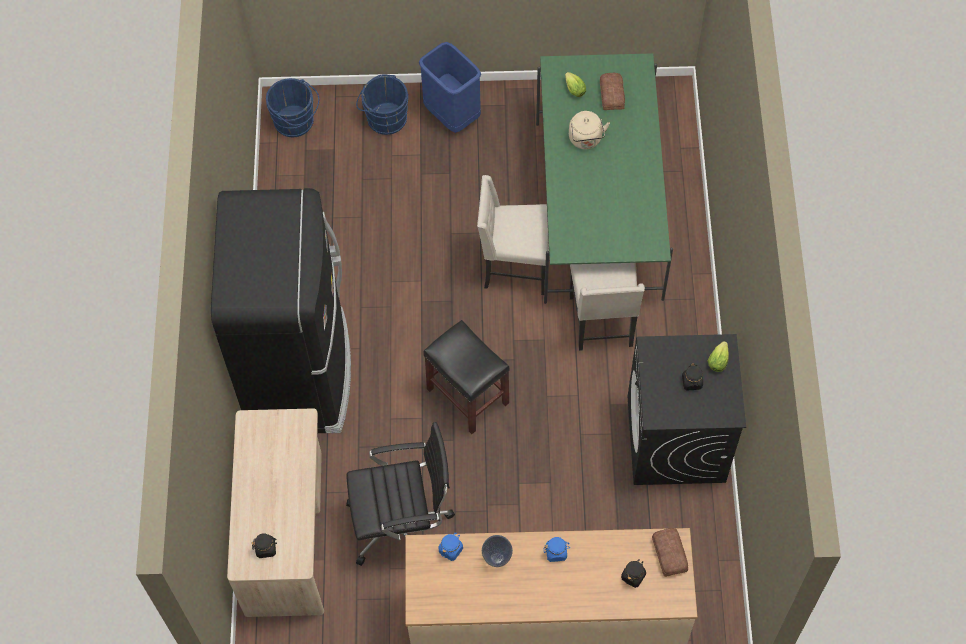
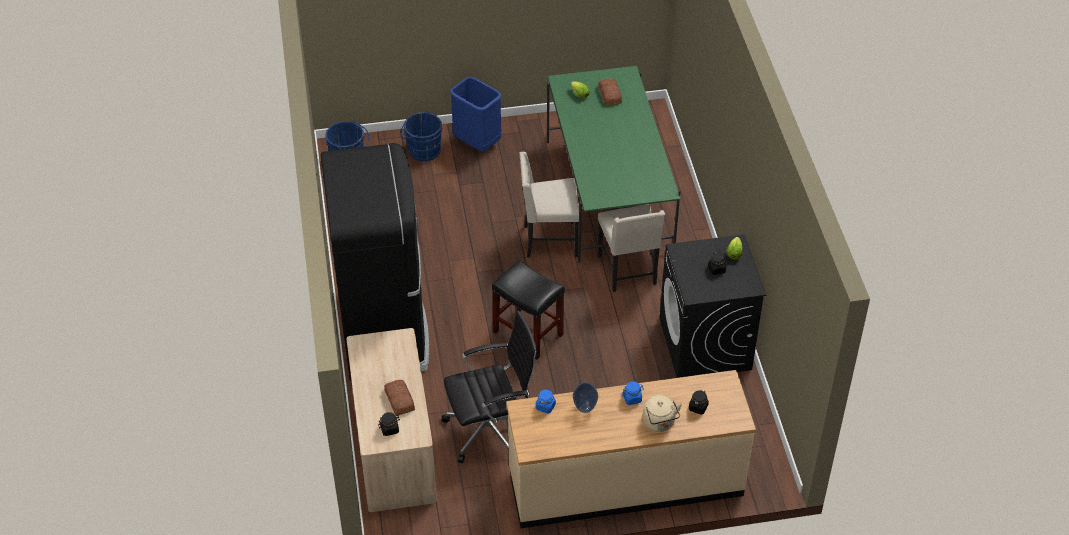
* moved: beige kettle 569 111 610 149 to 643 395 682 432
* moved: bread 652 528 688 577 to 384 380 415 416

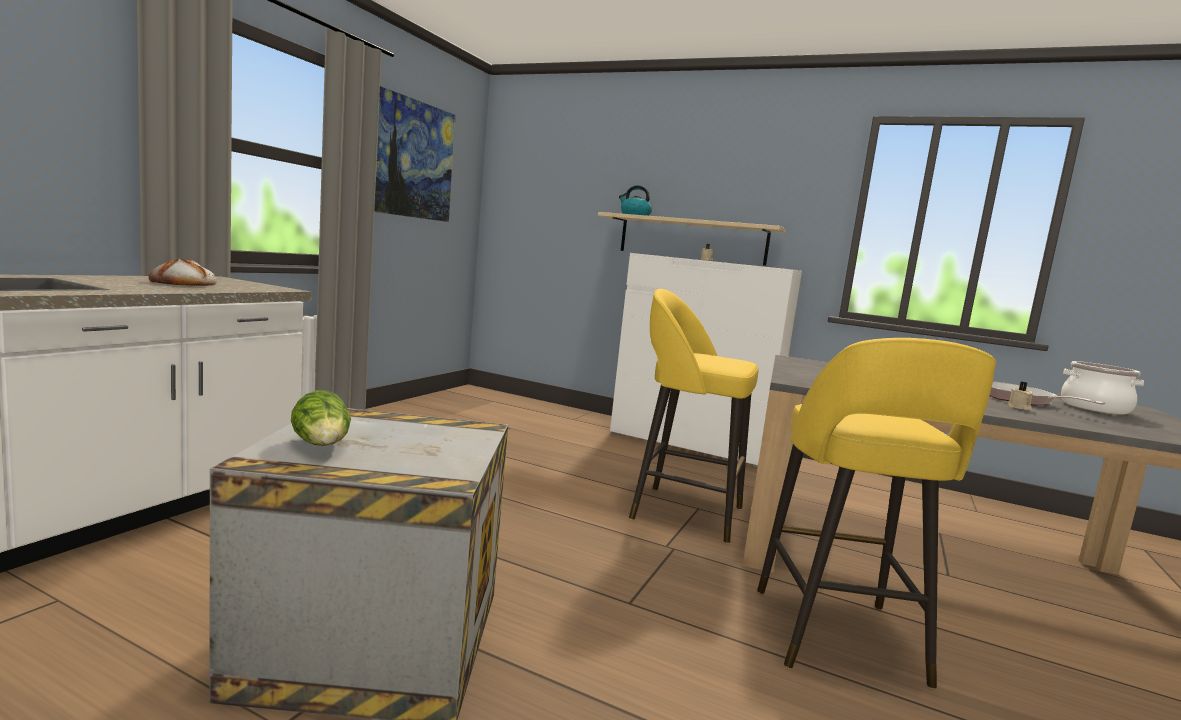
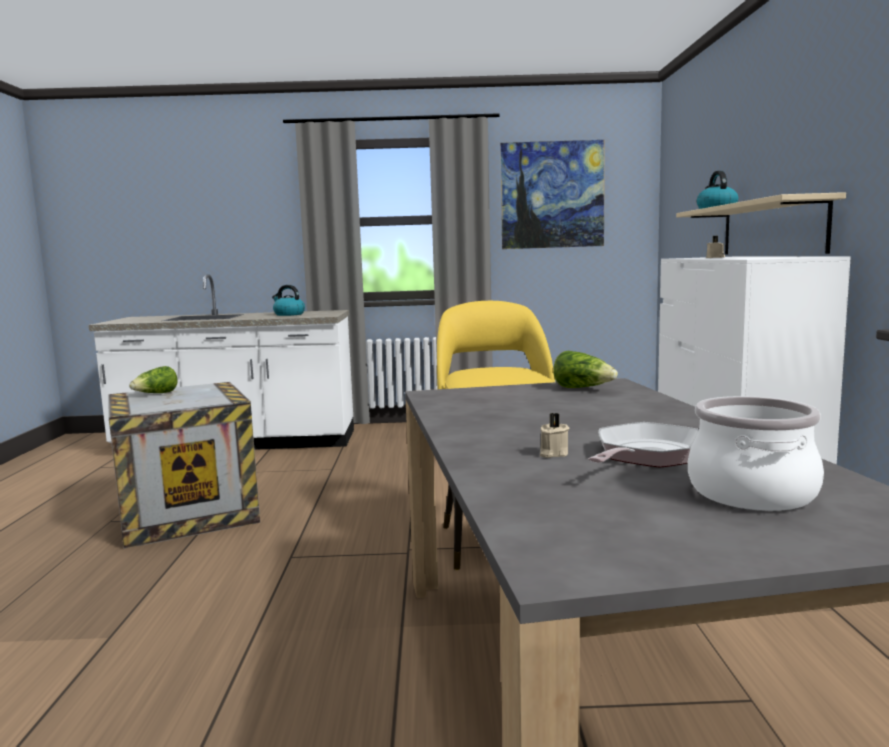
* replaced: bread 149 258 217 286 to kettle 272 285 305 316
* removed: yellow stool 757 338 996 689
* added: lettuce 553 351 618 388

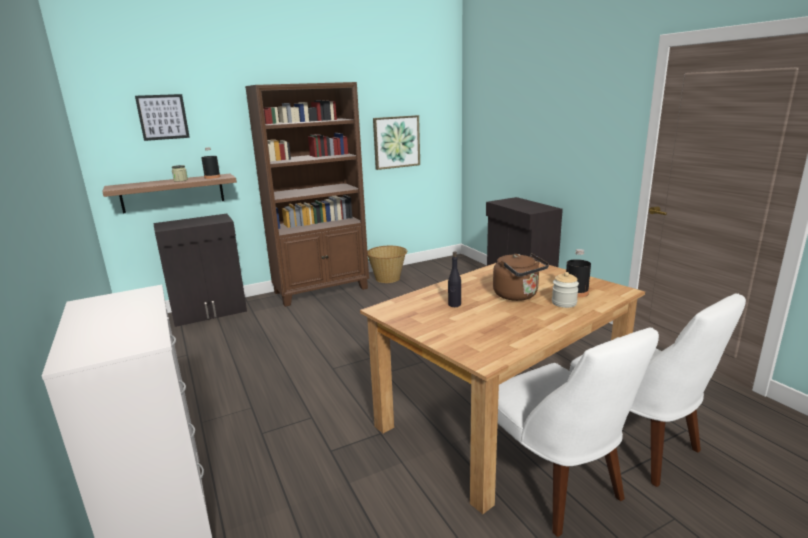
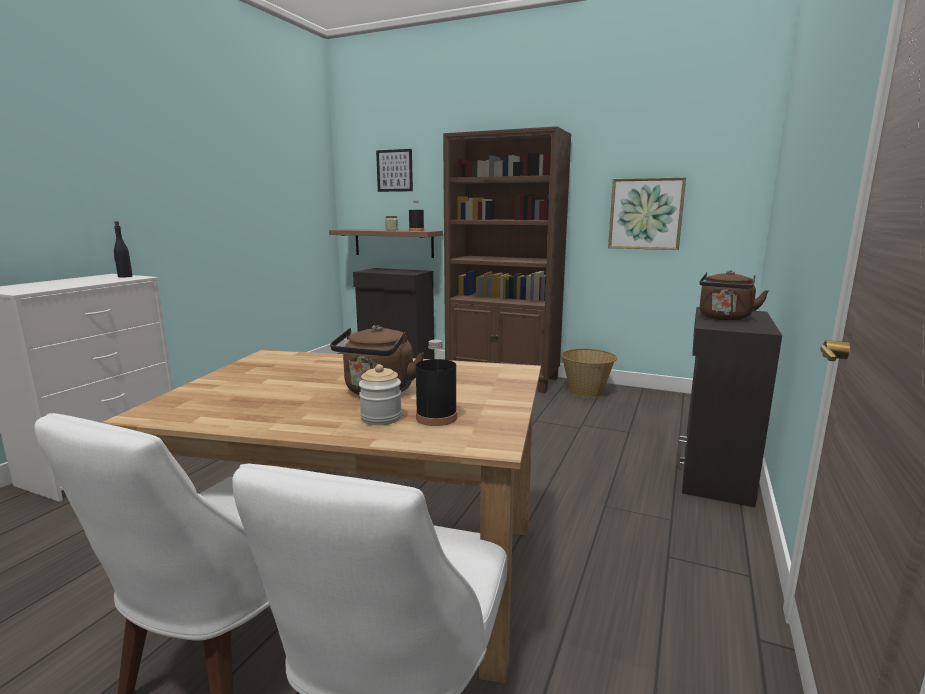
* moved: black bottle 448 252 461 307 to 114 221 133 278
* added: brown kettle 700 270 769 321

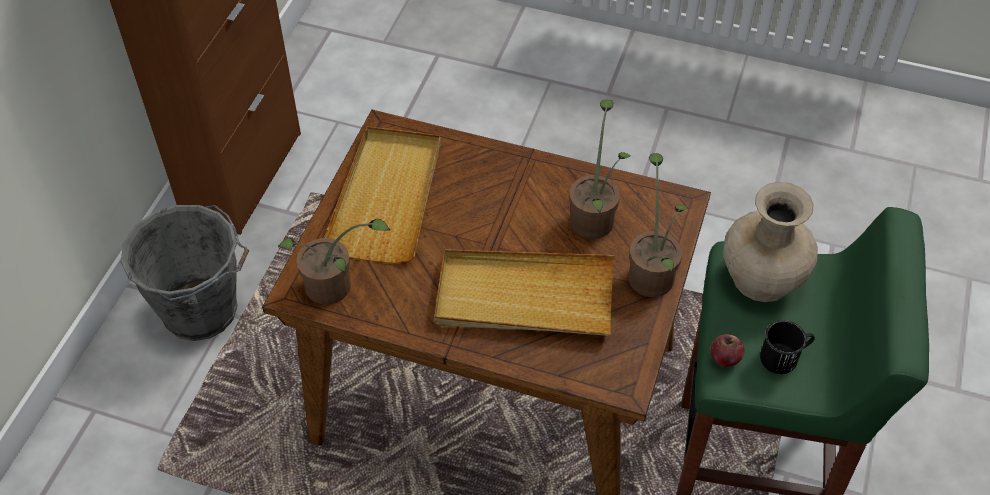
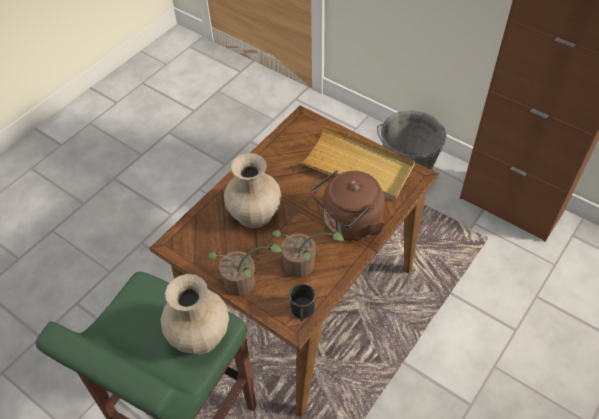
* removed: potted plant 278 219 390 305
* replaced: beige tray 435 250 614 336 to beige vase 224 153 281 228
* moved: black mug 760 320 815 374 to 289 283 316 321
* removed: apple 710 334 745 367
* added: brown kettle 311 170 386 241

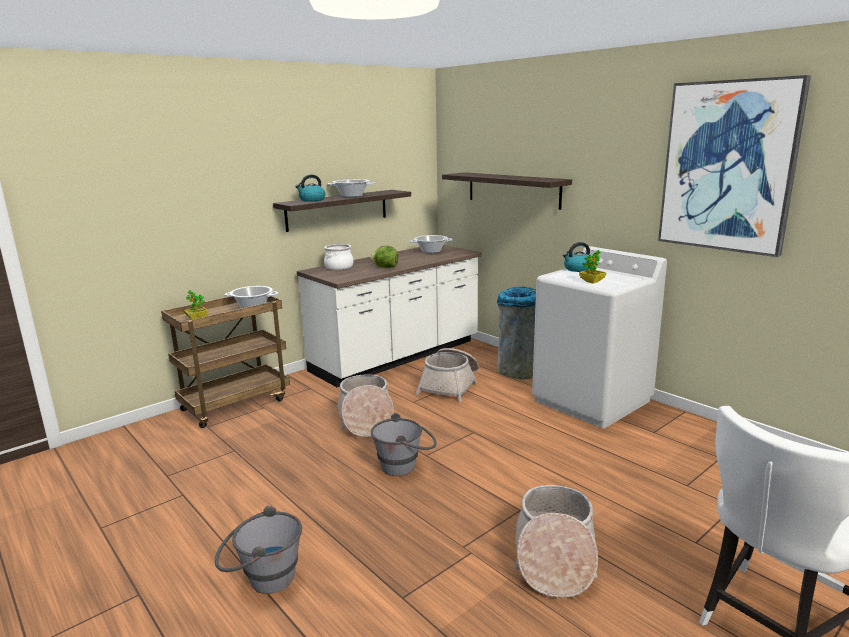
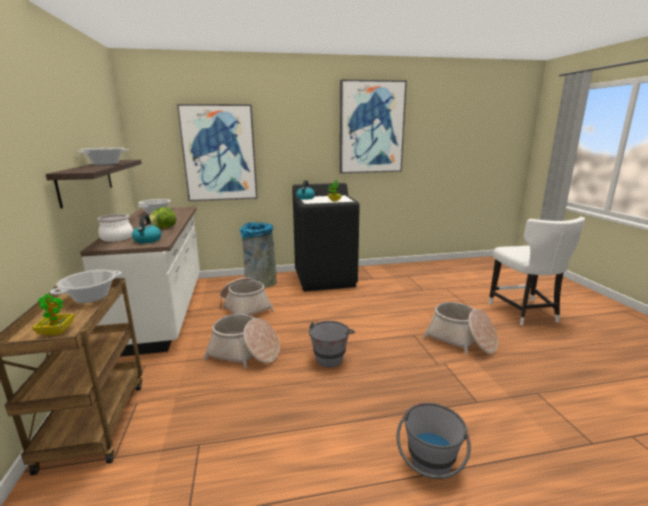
* replaced: shelf 442 172 572 210 to picture 177 104 257 201
* moved: kettle 295 175 325 201 to 132 215 162 243
* recoloured: white washing machine 532 246 667 428 to black washing machine 292 183 360 291

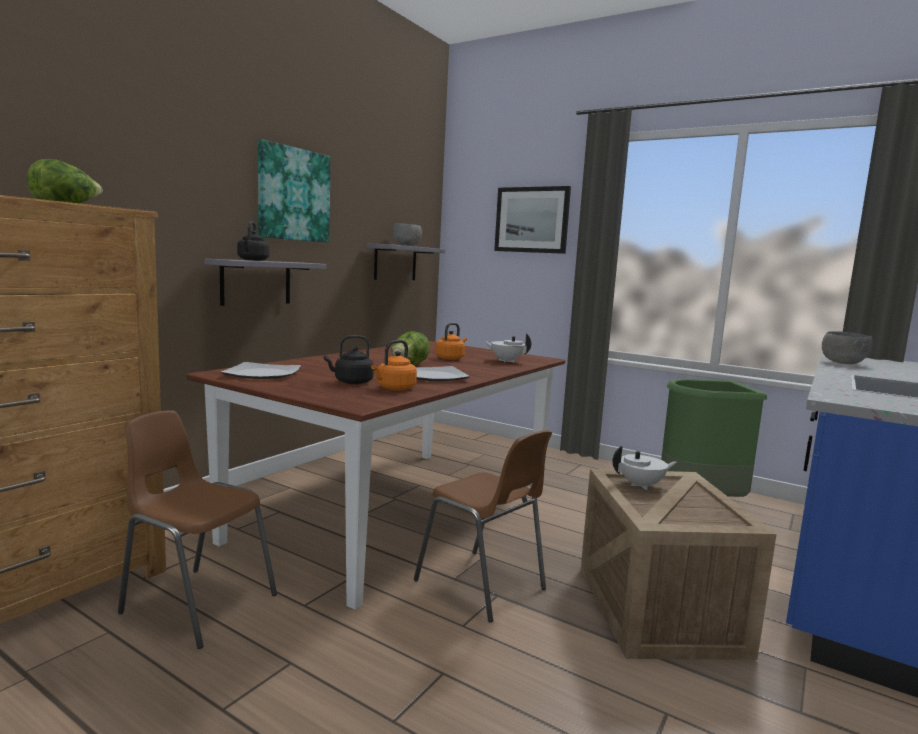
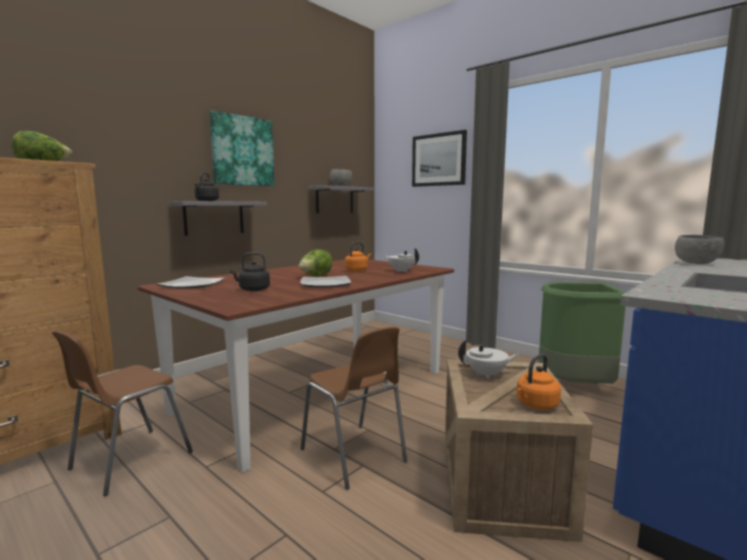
* moved: orange kettle 371 340 417 391 to 517 354 561 410
* turned: brown chair 118 410 277 649 = 52 330 193 496 90 degrees counterclockwise

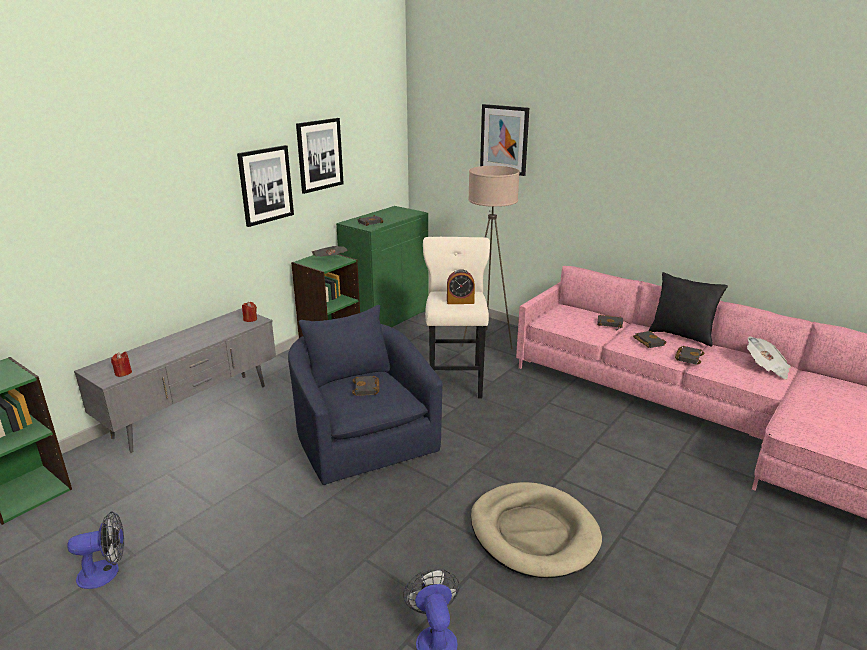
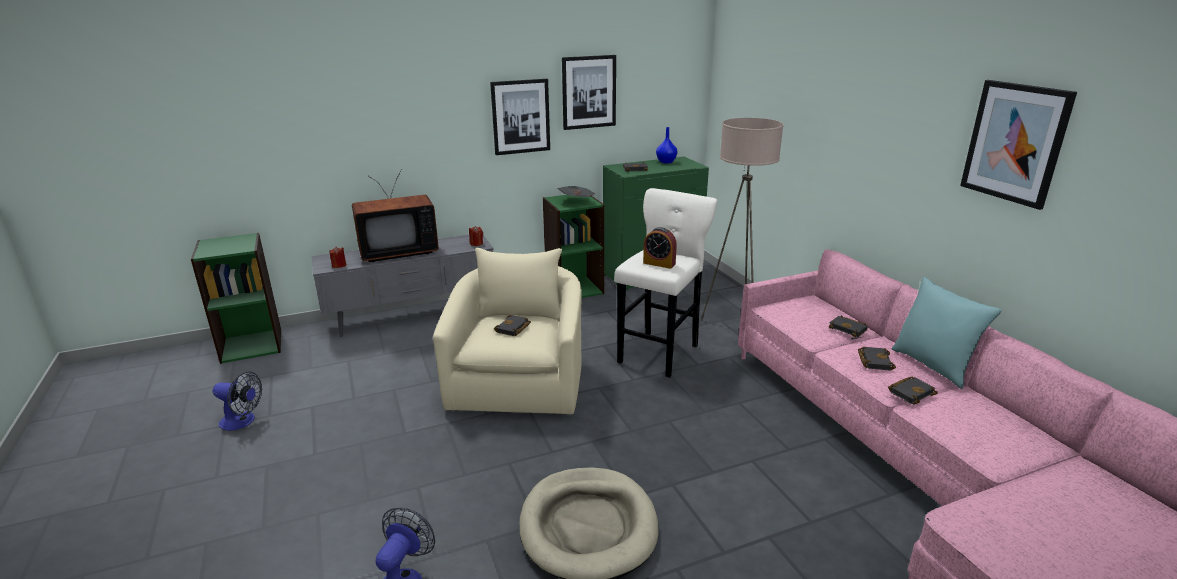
* moved: picture 480 104 529 176 to 960 80 1077 210
* recoloured: black pillow 649 272 728 347 to turquoise pillow 892 276 1002 389
* recoloured: blue armchair 288 305 443 485 to beige armchair 433 248 582 414
* removed: newspaper 747 336 791 379
* added: blue vase 656 127 678 164
* added: television 352 169 439 262

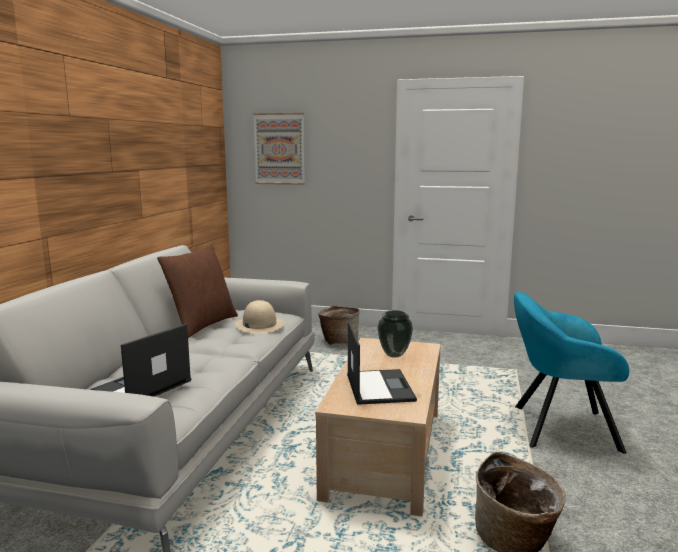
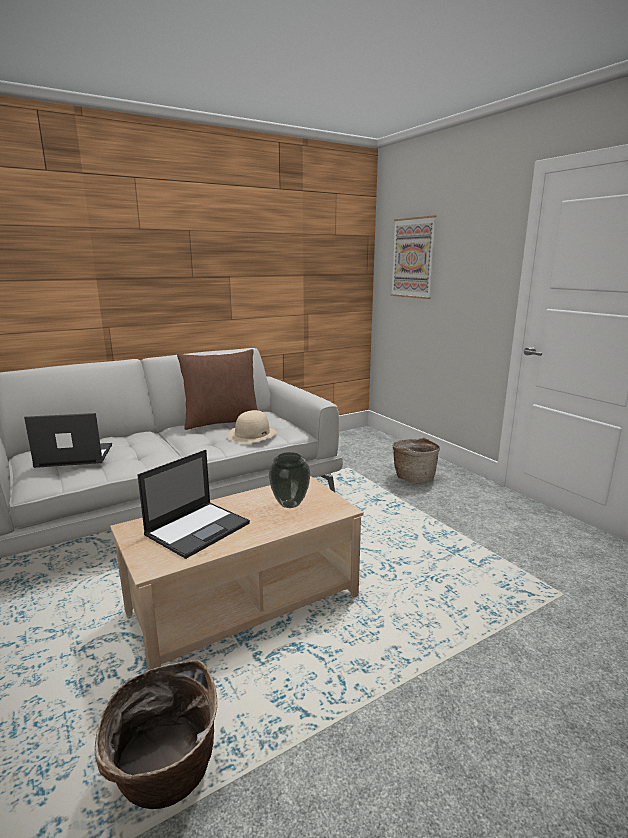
* removed: turquoise armchair 514 292 629 453

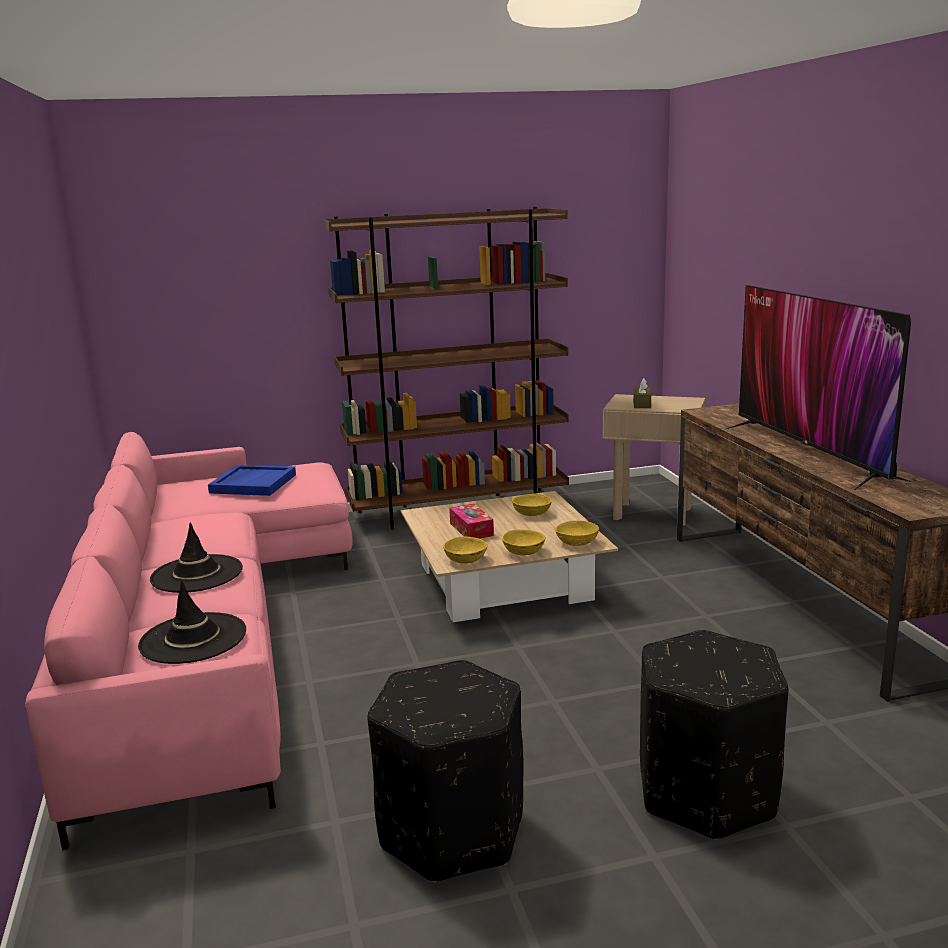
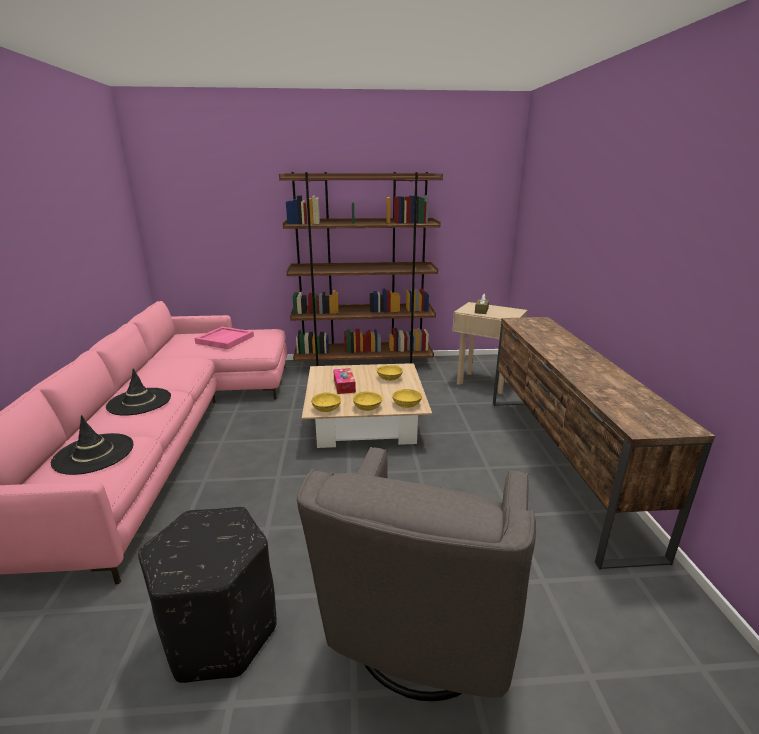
* removed: television 726 285 912 490
* recoloured: blue tray 208 465 296 496 to pink tray 195 327 254 349
* replaced: black ottoman 640 630 789 840 to grey armchair 297 447 536 701

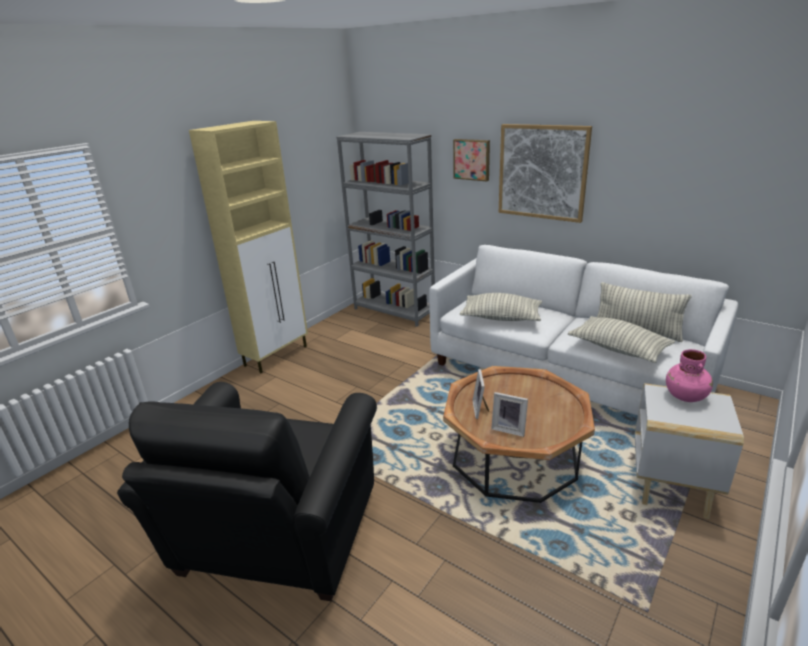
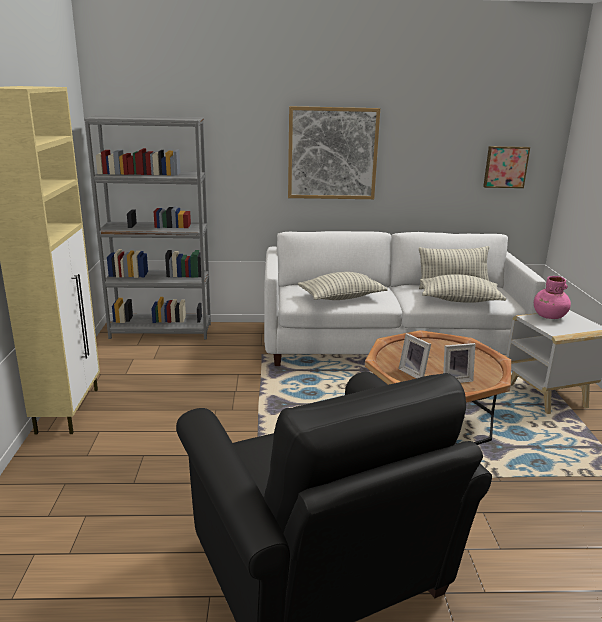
* moved: picture 453 139 490 182 to 483 146 530 188

